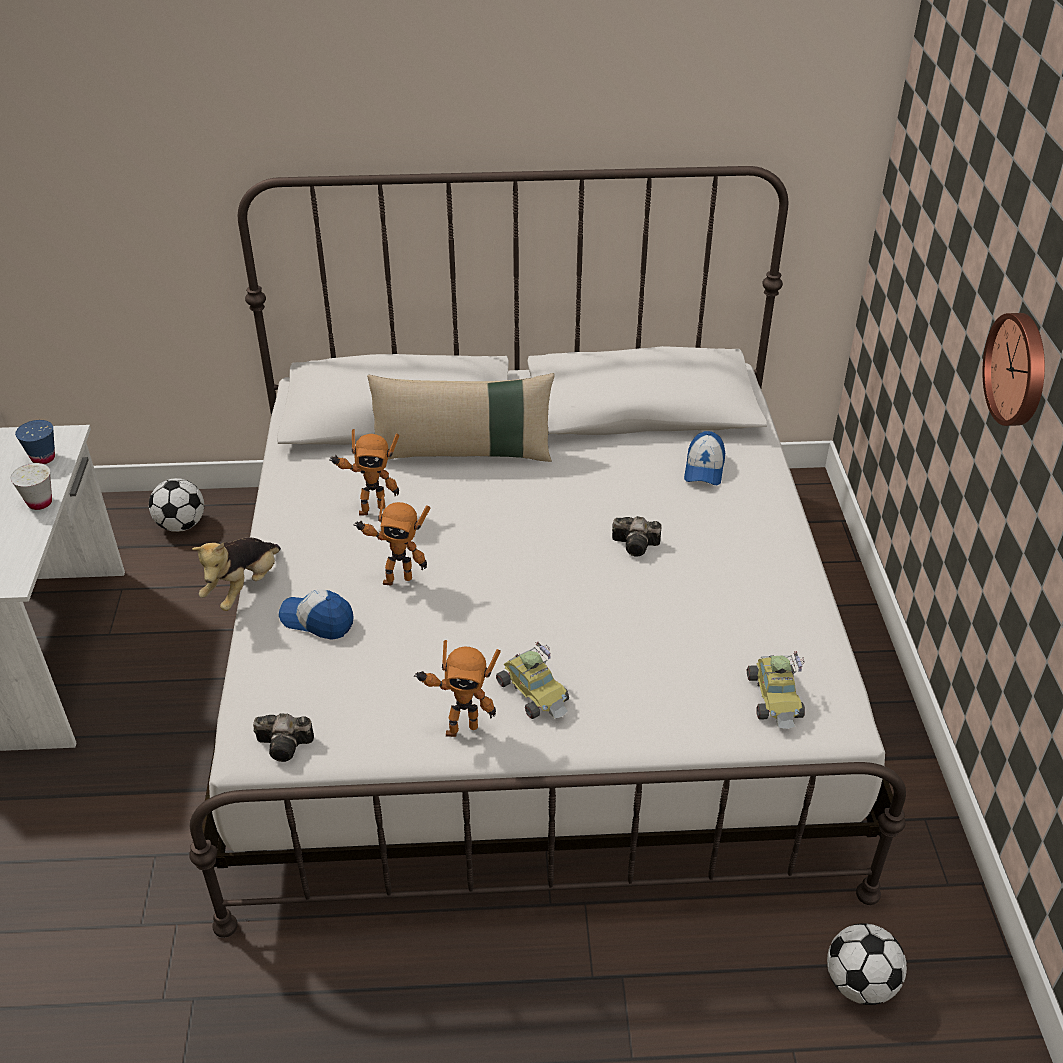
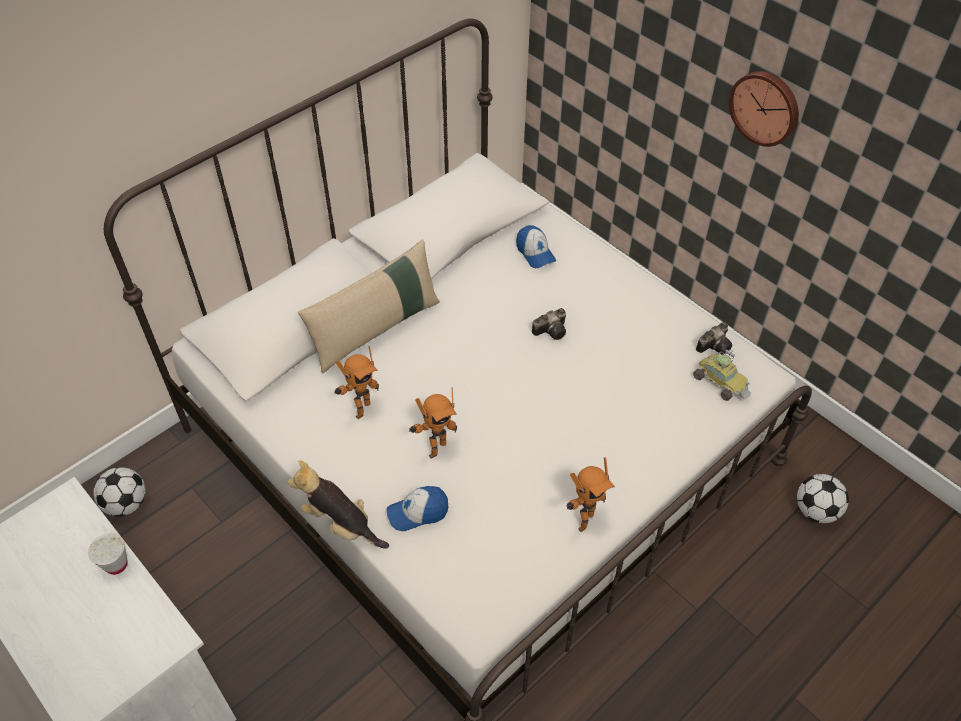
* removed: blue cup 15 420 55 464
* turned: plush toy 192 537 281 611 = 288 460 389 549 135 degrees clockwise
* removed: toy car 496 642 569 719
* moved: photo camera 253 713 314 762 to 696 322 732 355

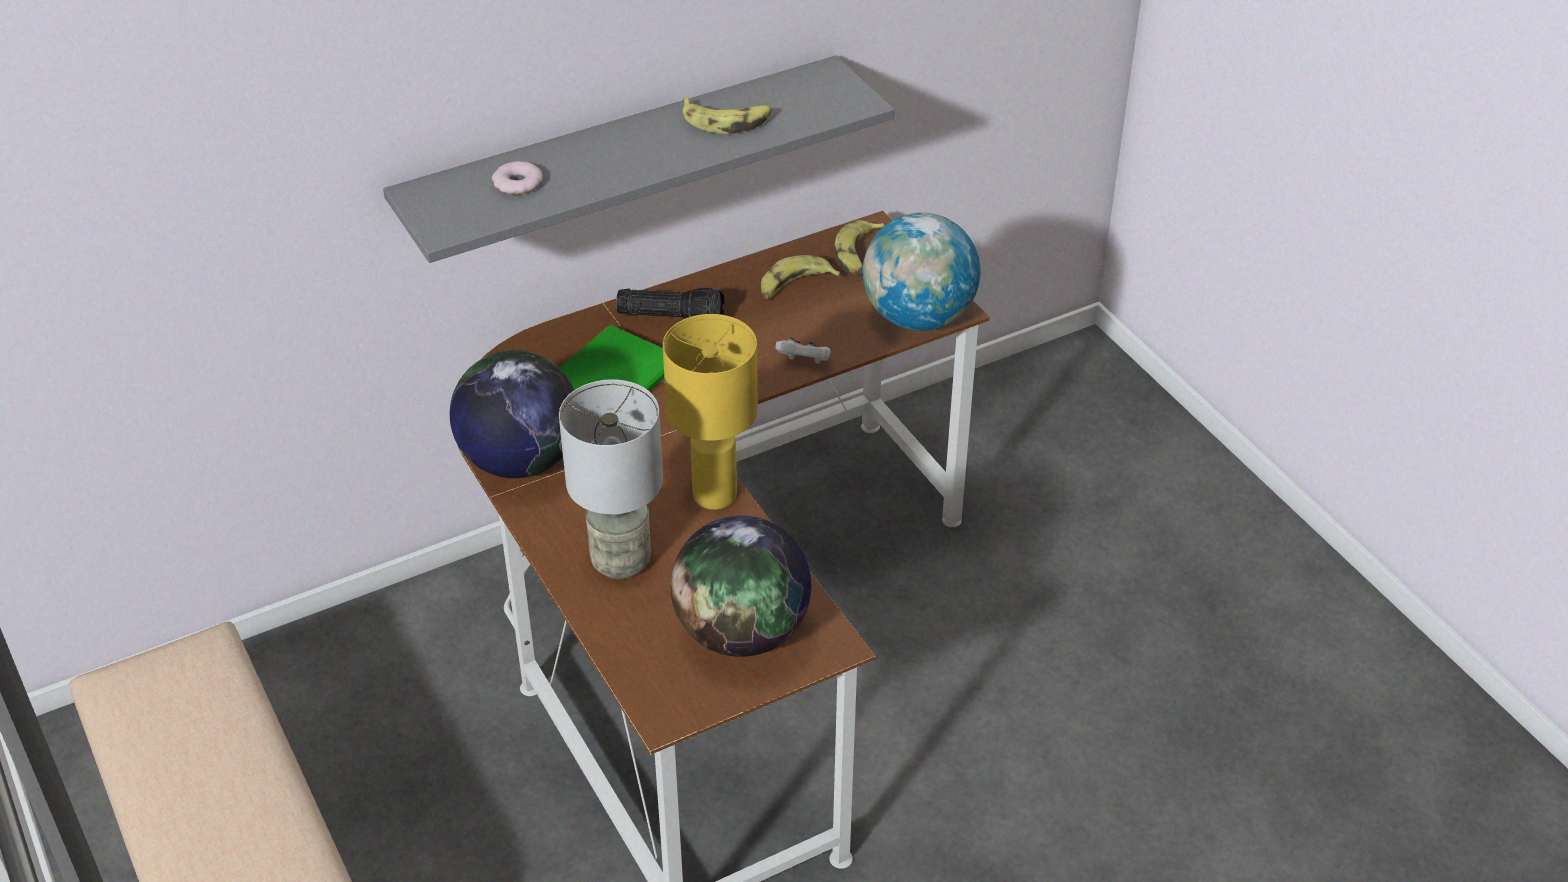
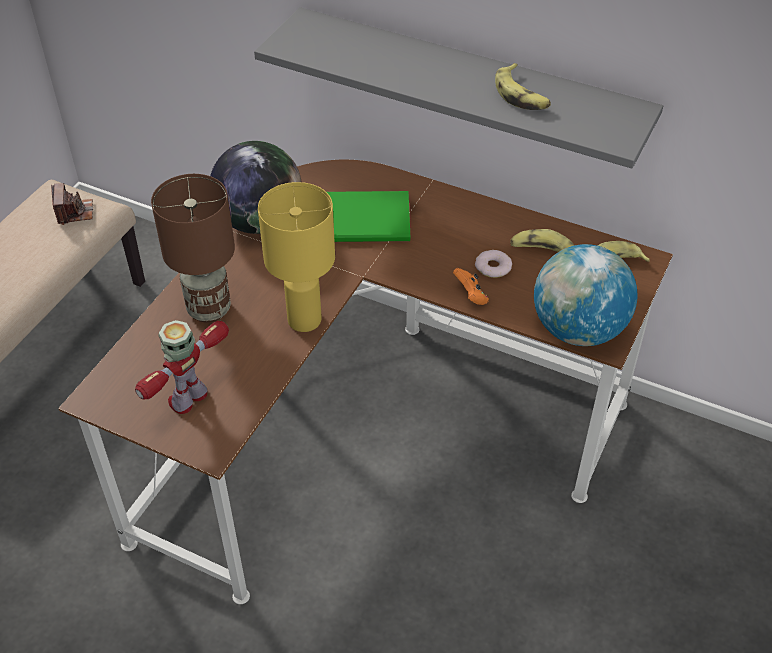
* moved: donut 492 161 543 195 to 475 250 512 278
* removed: flashlight 616 288 725 319
* recoloured: white game controller 775 338 831 364 to orange game controller 453 268 489 305
* recoloured: grey table lamp 559 379 663 579 to brown table lamp 151 174 235 323
* replaced: globe 671 515 811 657 to toy robot 135 320 229 414
* added: photo camera 51 183 93 225

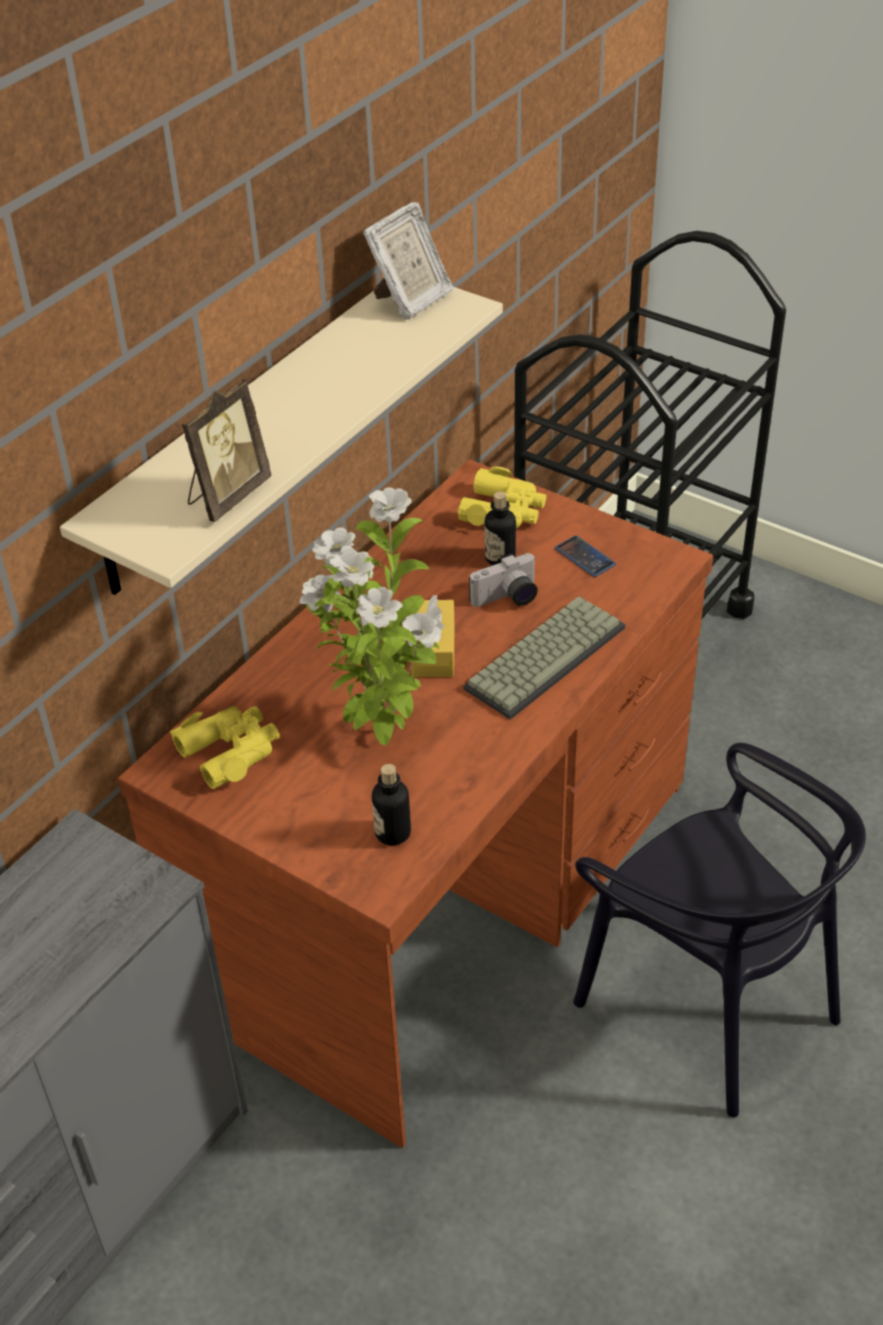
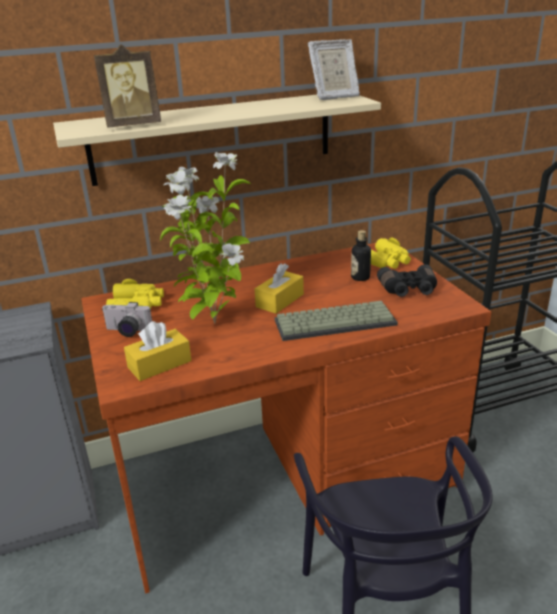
* replaced: phone 555 535 616 577 to black binoculars 377 264 437 297
* moved: photo camera 469 553 538 607 to 101 302 152 337
* replaced: bottle 372 764 411 846 to yellow tissue box 124 321 192 381

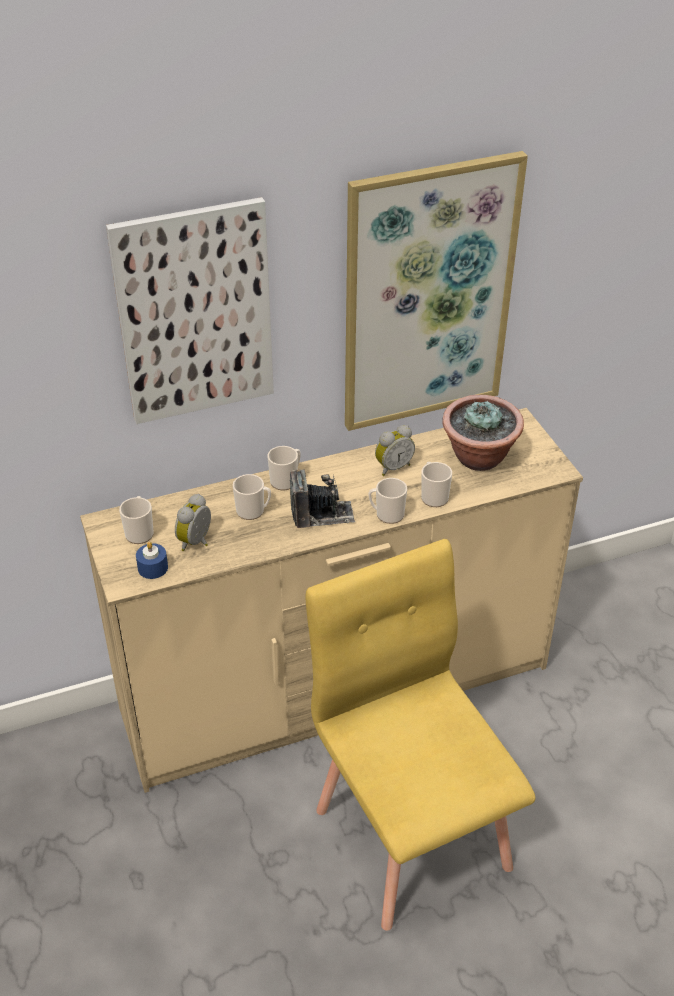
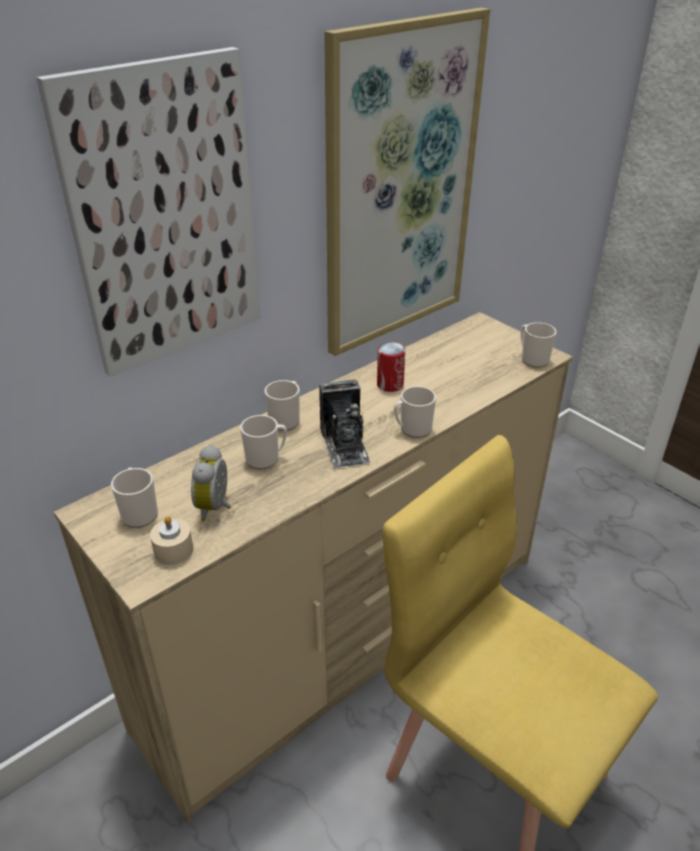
* removed: potted plant 442 395 524 471
* replaced: alarm clock 375 425 415 476 to can 377 342 405 392
* moved: mug 421 462 452 507 to 521 322 556 368
* turned: photo camera 290 469 355 528 = 319 379 370 468 105 degrees clockwise
* recoloured: blue candle 136 542 168 579 to beige candle 150 516 193 565

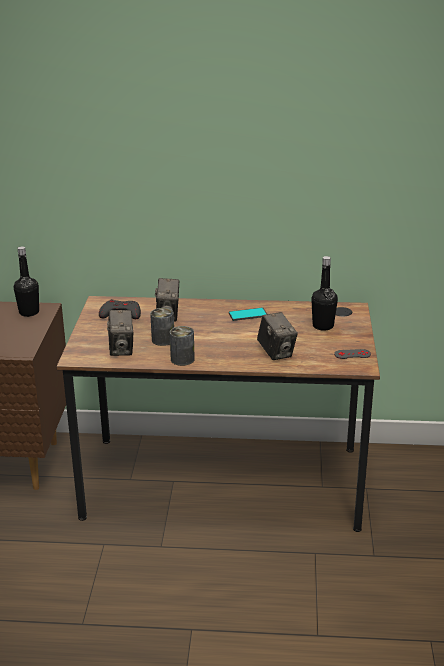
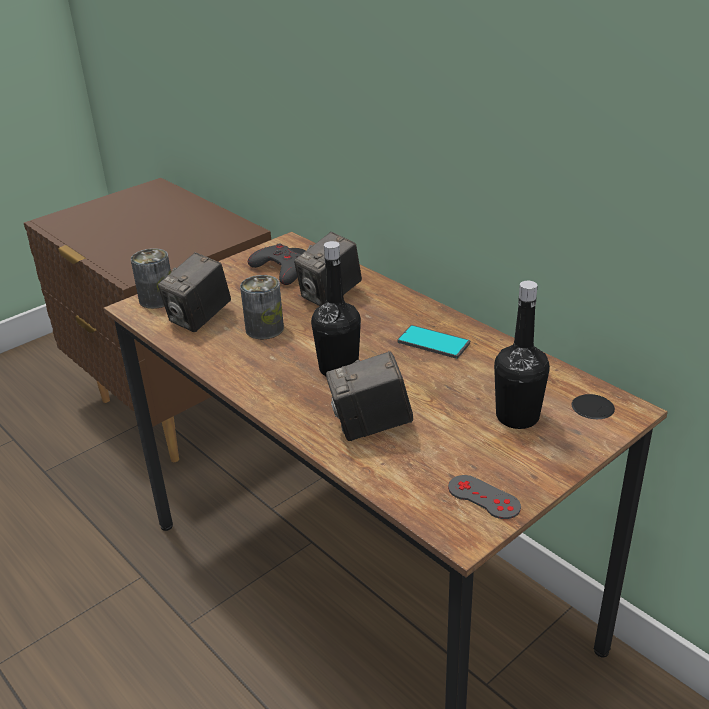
* moved: black bottle 14 246 39 317 to 311 241 361 376
* turned: photo camera 257 312 298 360 = 326 351 413 441 60 degrees clockwise
* moved: can 170 326 195 366 to 131 248 171 309

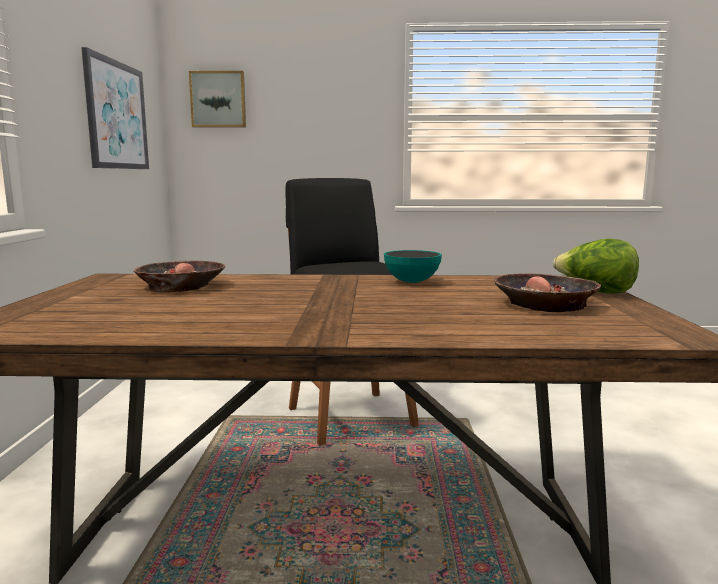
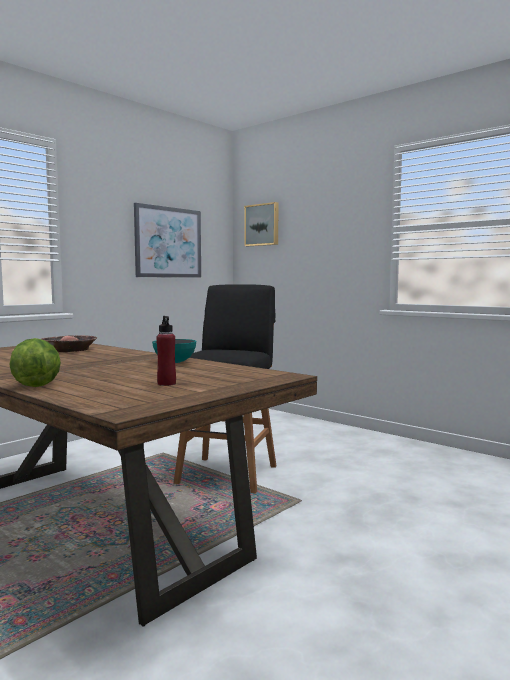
* moved: lettuce 553 238 639 294 to 9 338 61 387
* replaced: bowl 494 273 601 312 to red bottle 157 316 176 386

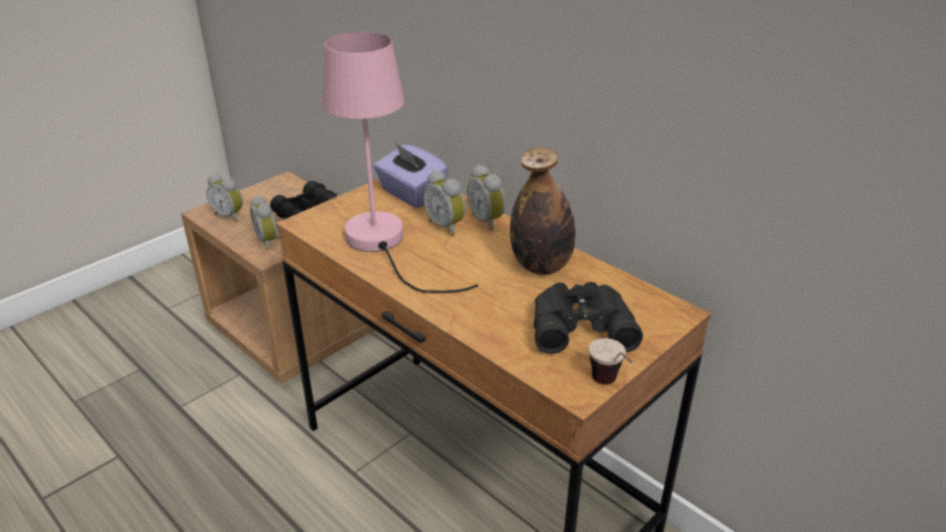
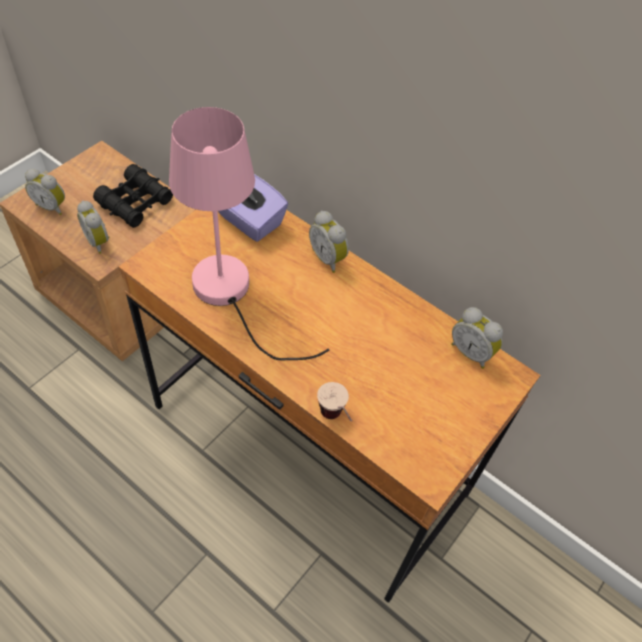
* removed: bottle 510 147 576 275
* moved: alarm clock 423 170 466 236 to 451 307 503 369
* removed: black binoculars 534 282 643 354
* moved: cup 589 338 633 384 to 317 382 352 421

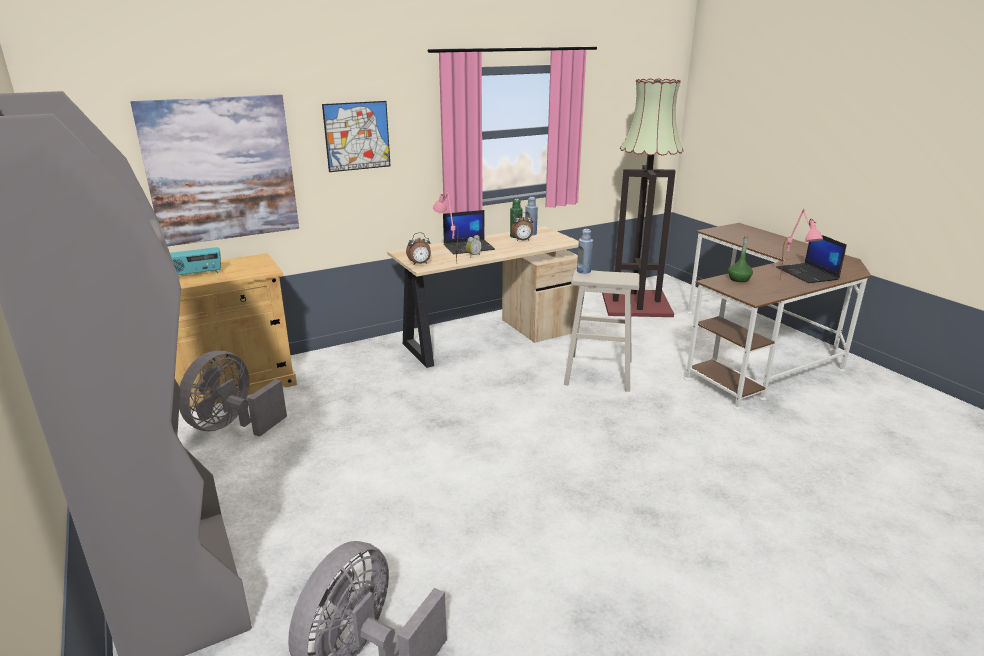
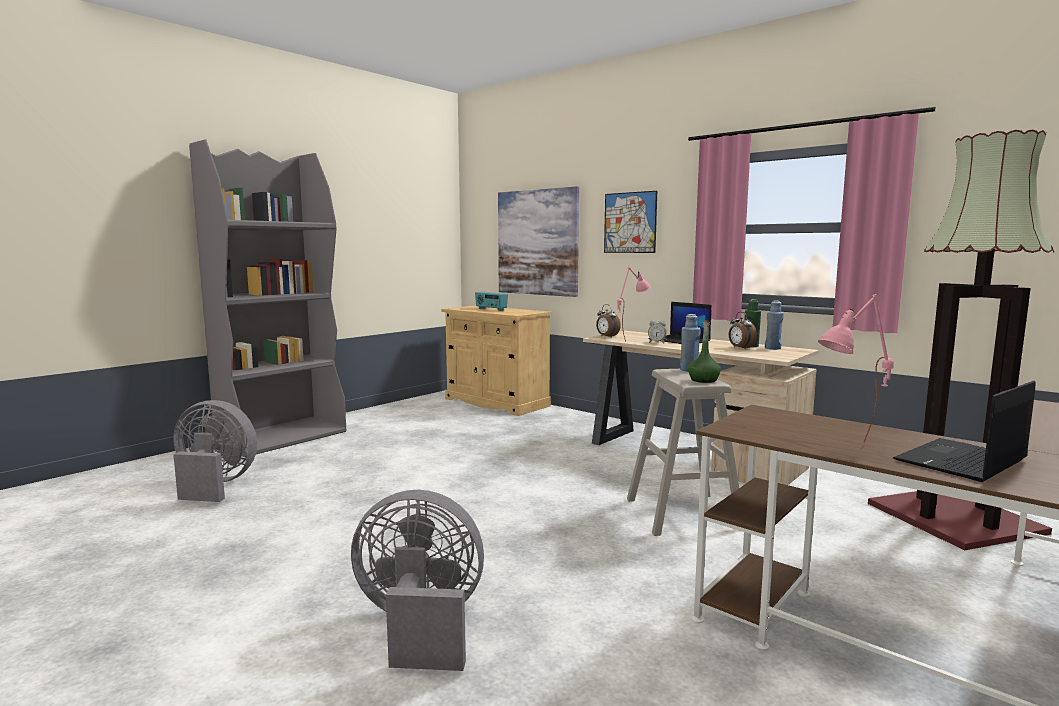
* moved: green bottle 728 236 753 282 to 688 320 721 383
* moved: grey fan 179 351 287 437 to 351 490 484 671

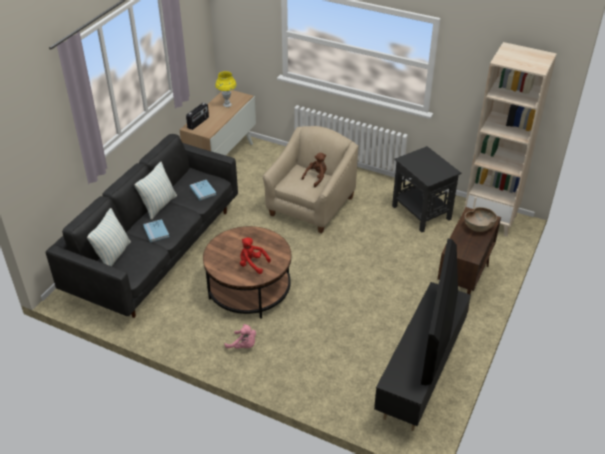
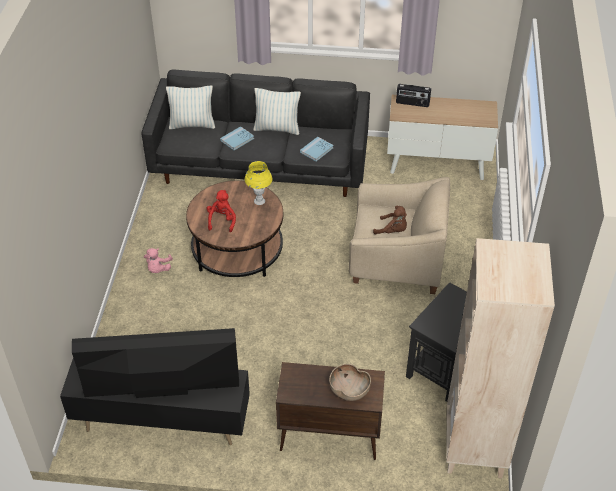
* moved: yellow table lamp 215 71 236 107 to 245 161 272 205

